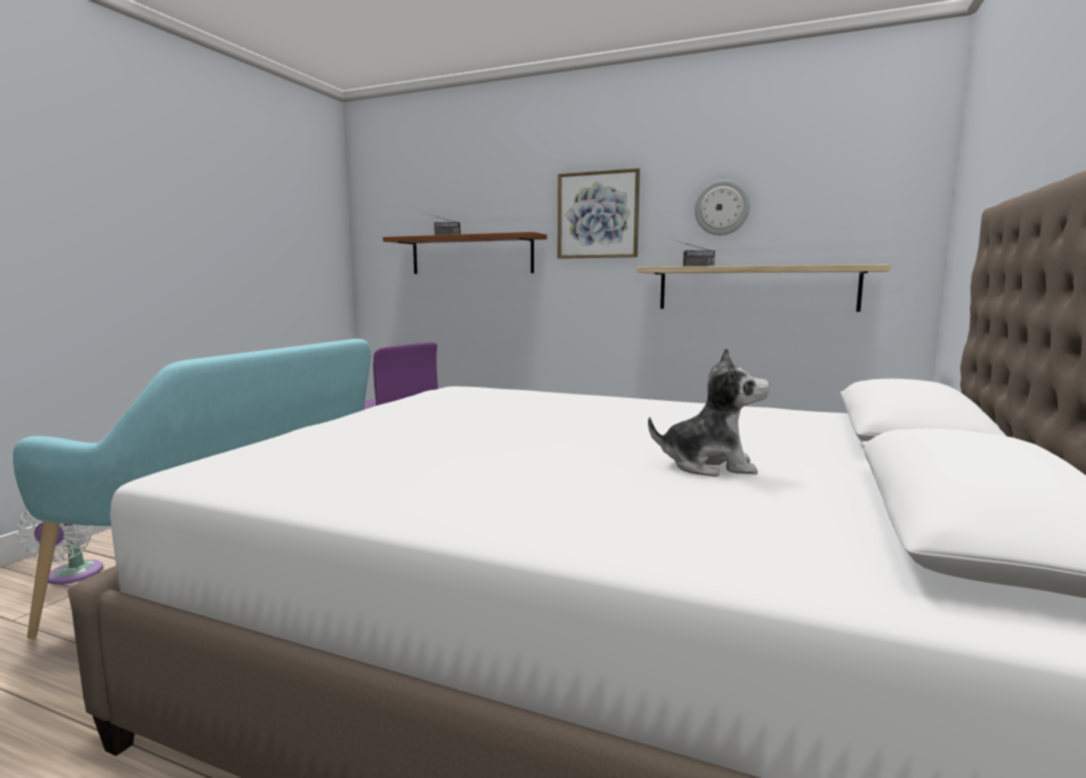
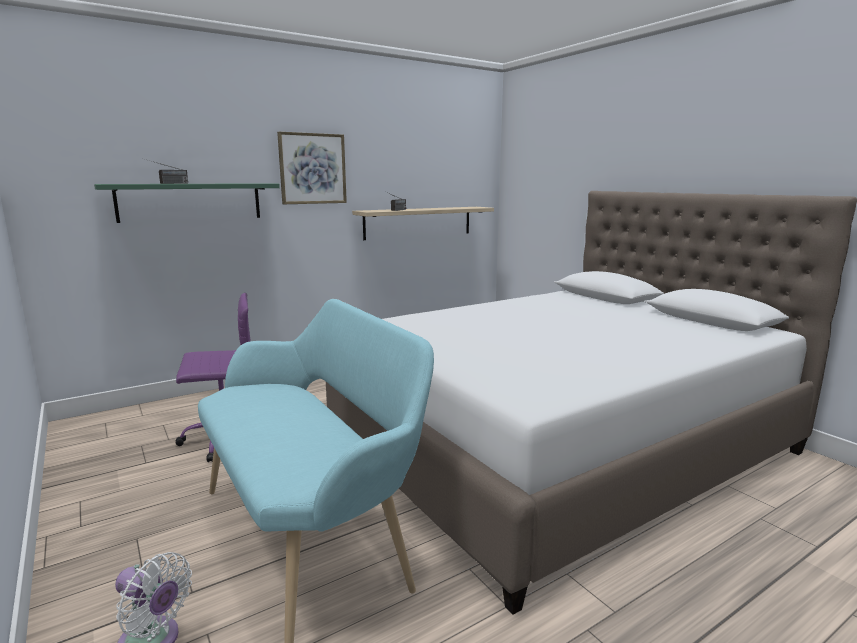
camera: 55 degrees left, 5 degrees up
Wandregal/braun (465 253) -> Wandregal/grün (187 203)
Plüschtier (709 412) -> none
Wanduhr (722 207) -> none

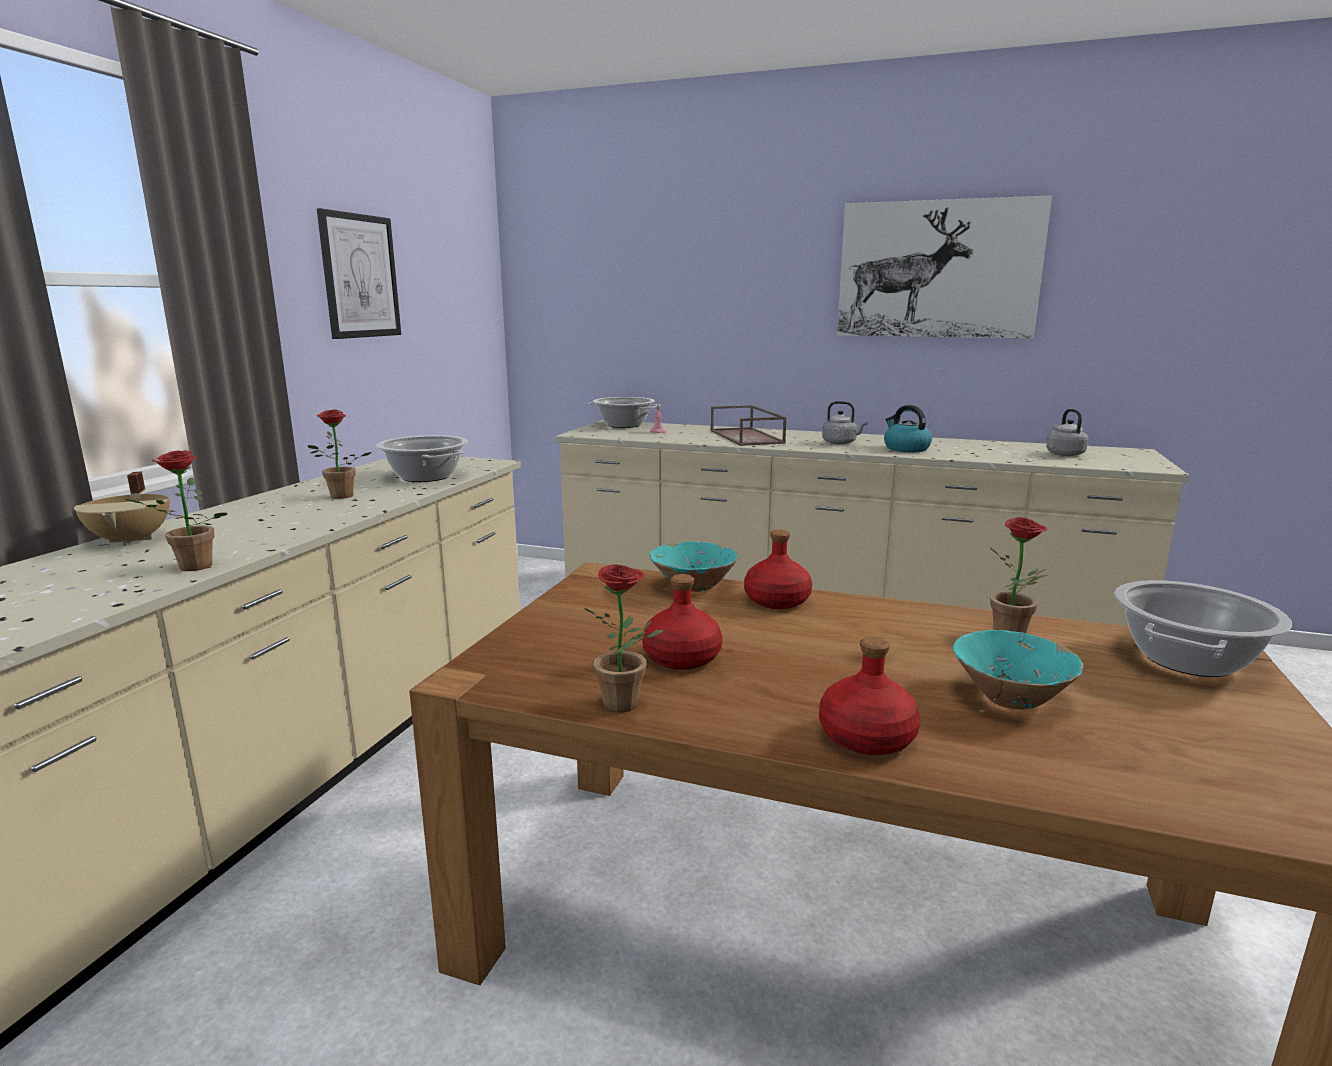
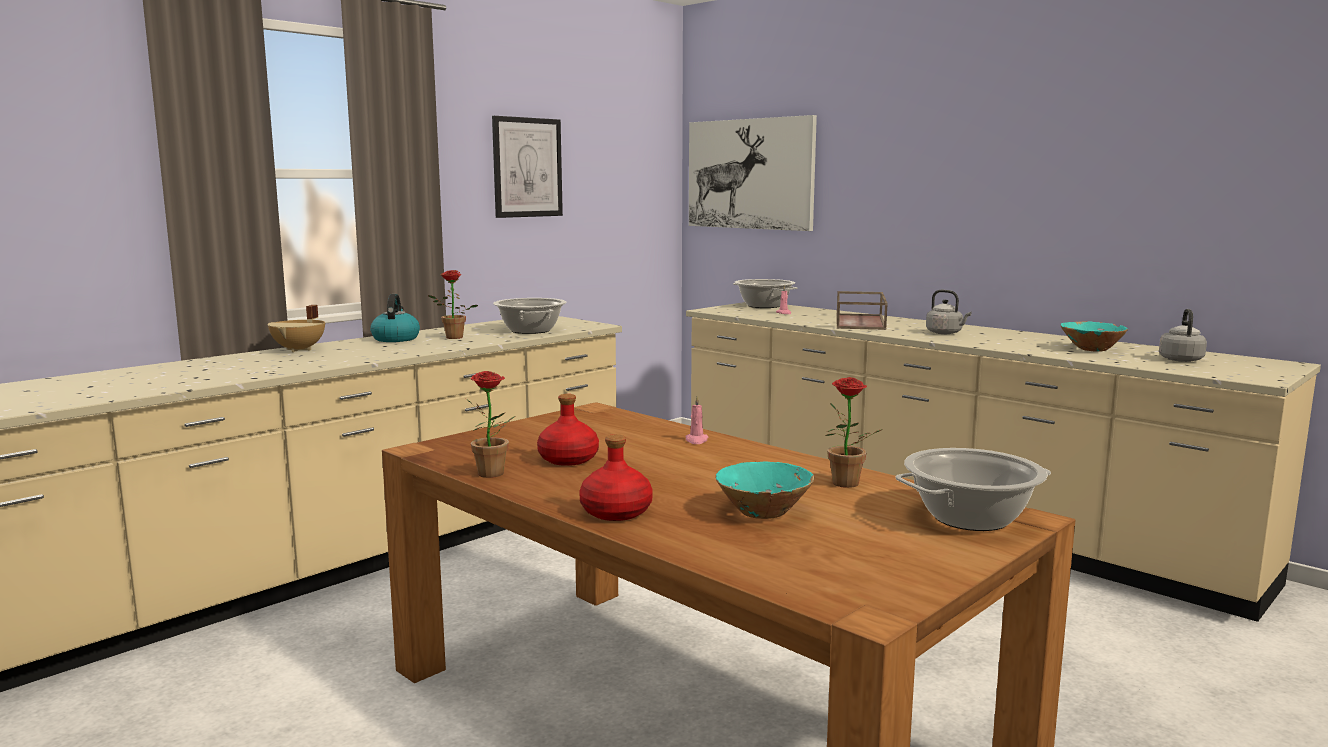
camera: 25 degrees right, 5 degrees down
Topfpflanze (176 510) -> none
Schüssel/türkis (694 566) -> Schüssel/türkis (1094 336), relocated
Flasche/rot (778 569) -> Kerze/rosa (697 420)
Bild (944 267) -> Bild (753 173), relocated
Wasserkessel (908 428) -> Wasserkessel (395 318), relocated

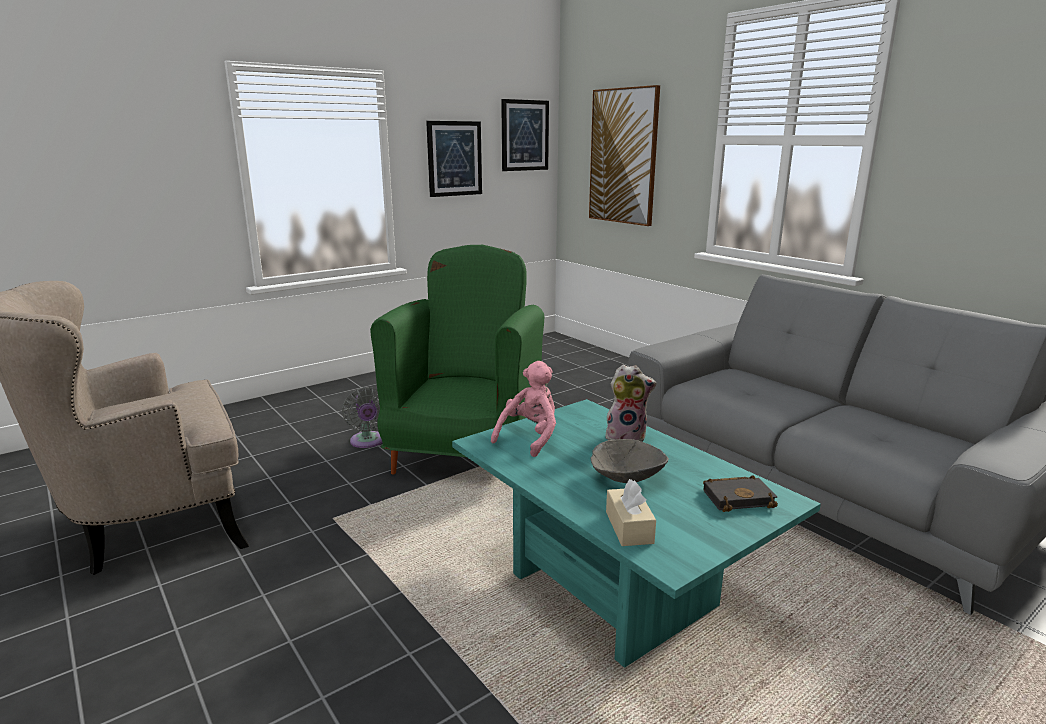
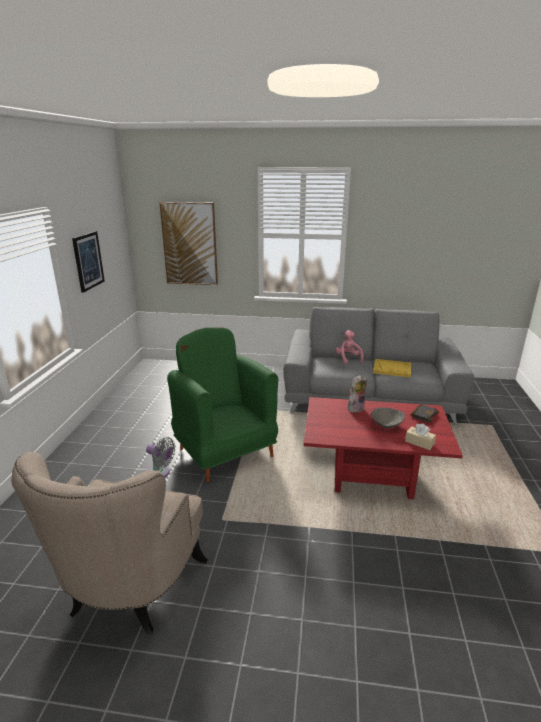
camera: 45 degrees left, 5 degrees up
Couchtisch/türkis (636 533) -> Couchtisch/rot (383 448)
Plüschtier/rosa (523 409) -> Plüschtier/rosa (350 347), relocated
Bild (525 135) -> none
none -> Tablett/gelb (392 368)

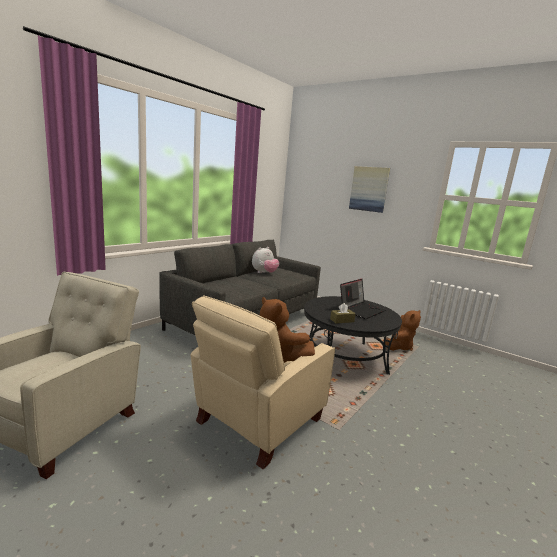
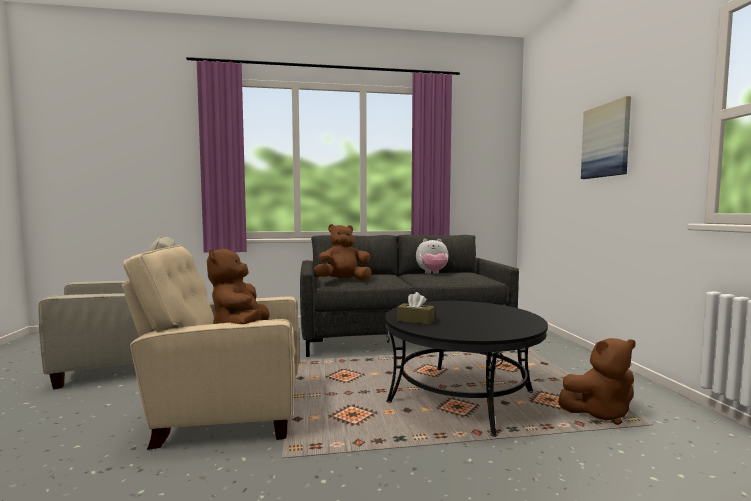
camera: 45 degrees right, 10 degrees down
Laptop (363 299) -> none
none -> Plüschtier/braun (343 252)

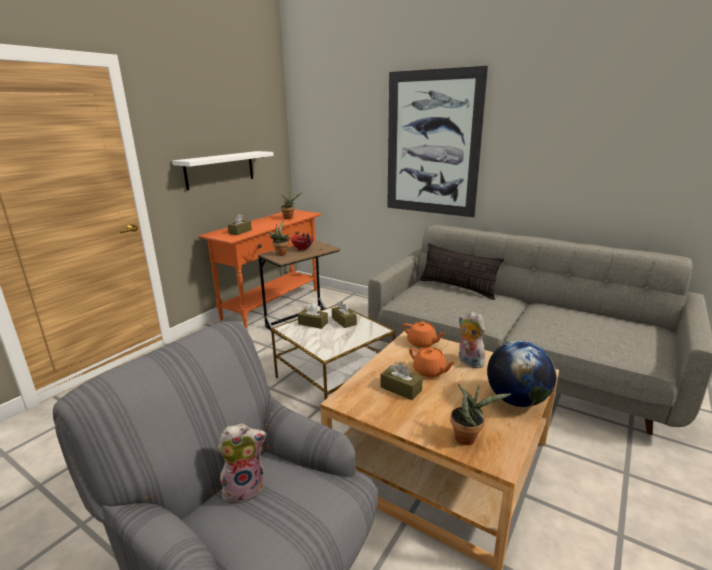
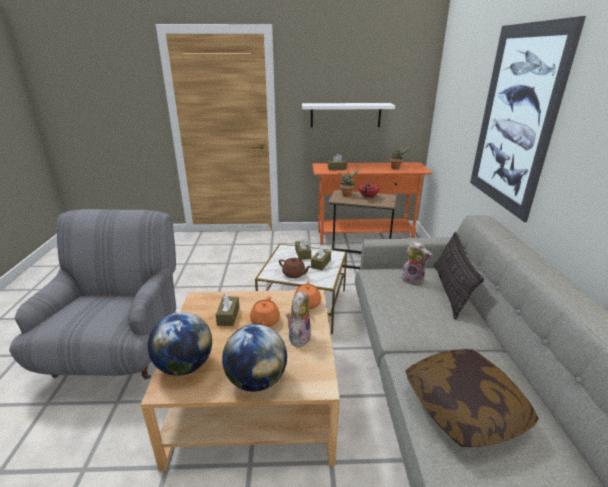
camera: 55 degrees right, 5 degrees up
Plüschtier (242 463) -> Plüschtier (416 263), relocated
Topfpflanze (481 414) -> Globus (180 344)
none -> Teekanne/braun (295 268)
none -> Kissen (472 398)

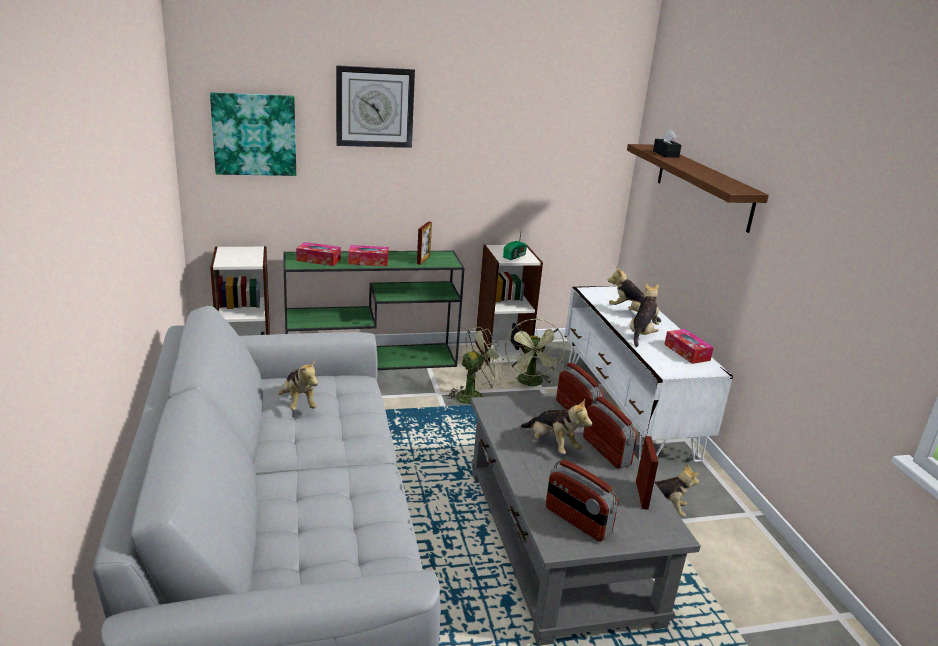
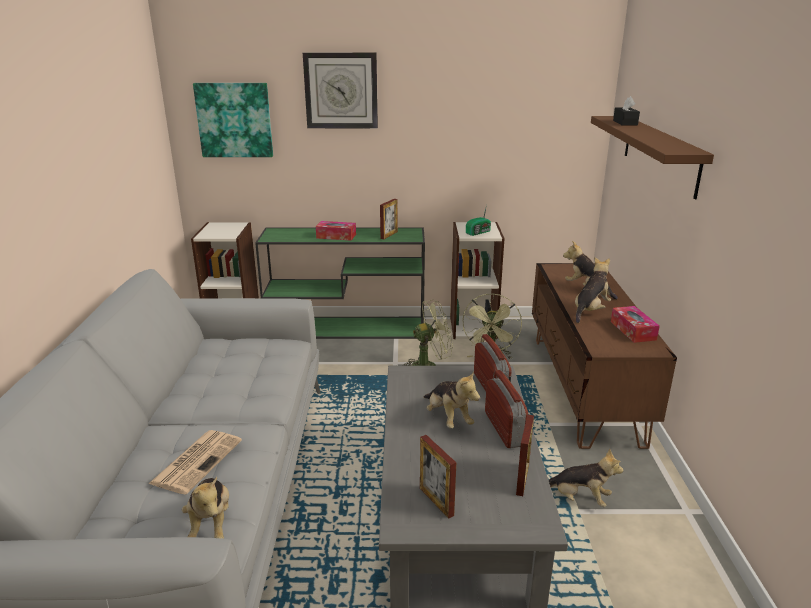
camera: 15 degrees right, 0 degrees up
Plüschtier (298 385) -> Plüschtier (205 508), relocated
Taschentuchbox (318 254) -> none
Radio (582 500) -> Bilderrahmen (438 477)
Fernsehschrank/weiß (649 374) -> Fernsehschrank/braun (604 356)
none -> Zeitung (195 462)

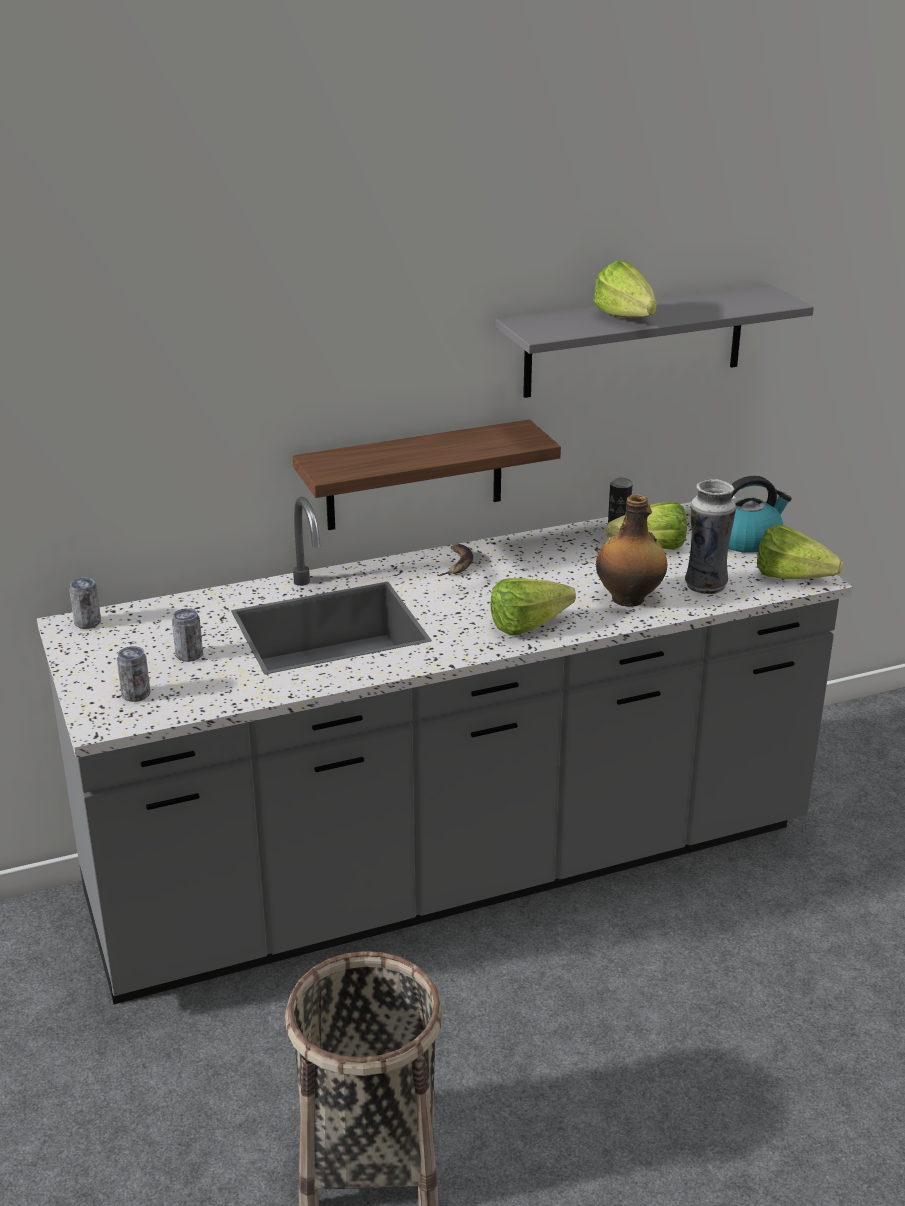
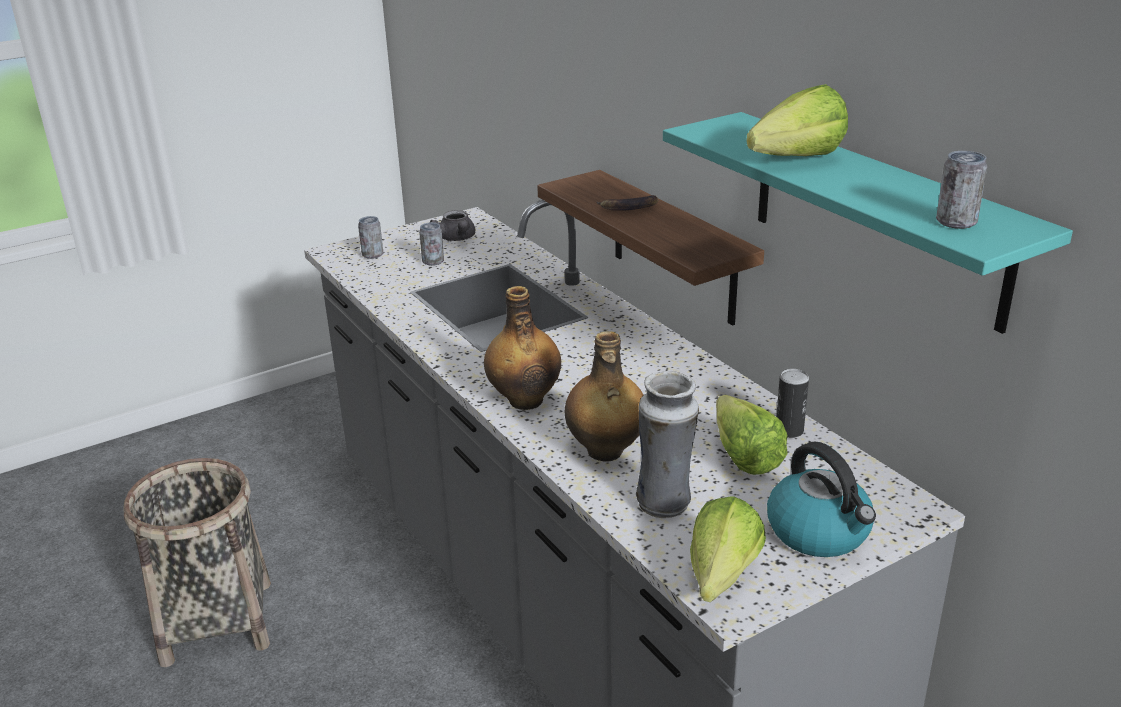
camera: 80 degrees right, 0 degrees up
Dose (85 603) -> Dose (961 190), relocated
Banane (455 560) -> Banane (627 203), relocated
Salatkopf (533 607) -> Flasche (522 348)
Wandregal/grau (654 341) -> Wandregal/türkis (868 223)
none -> Teekanne/grau (452 225)

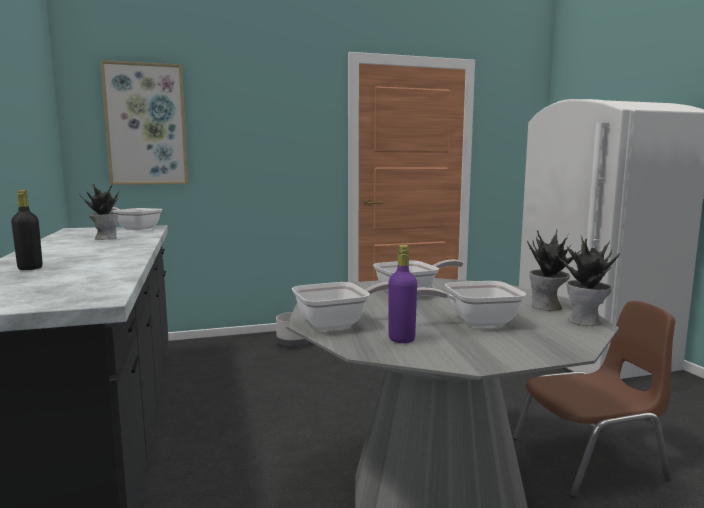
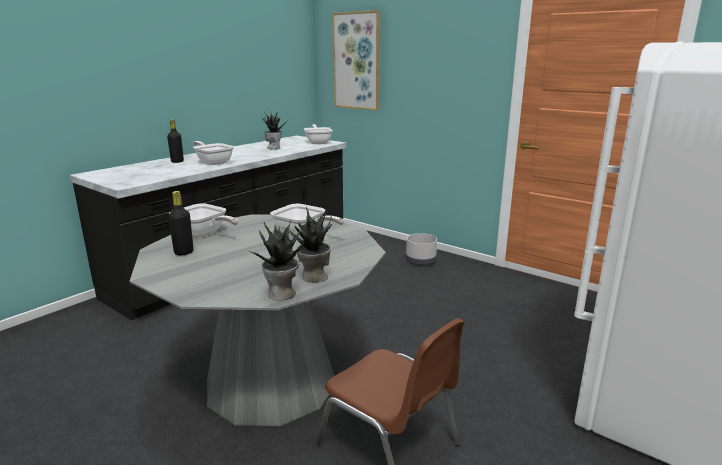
camera: 55 degrees right, 10 degrees up
Flasche/lila (402 294) -> Flasche/schwarz (180 223)
Pfanne (471 304) -> Pfanne (213 153), relocated

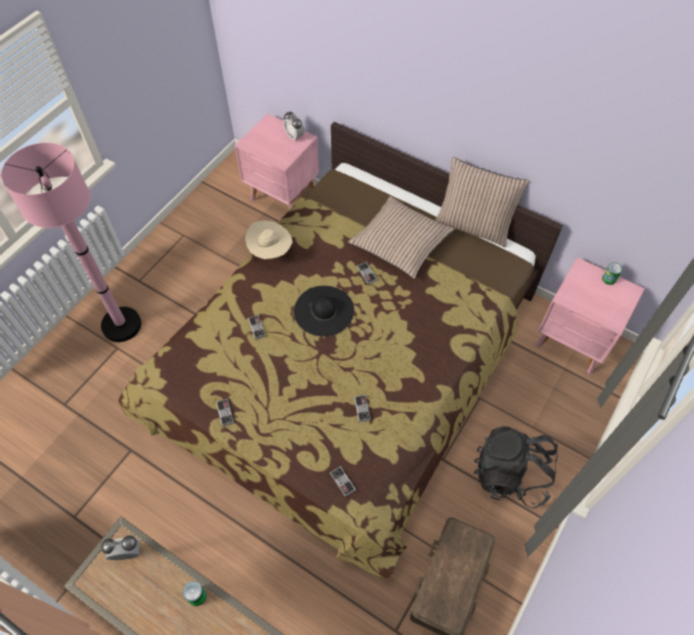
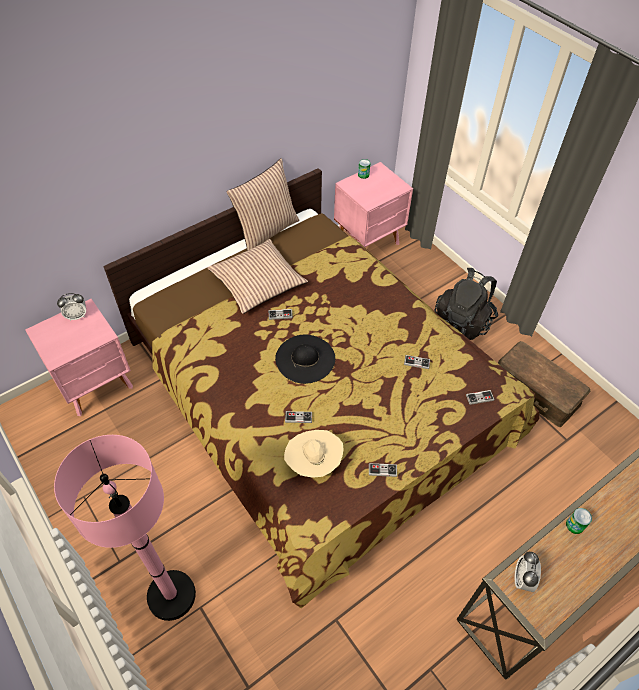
camera: 70 degrees left, 5 degrees down
Hut/beige (268 240) -> Hut/beige (314 454), relocated

